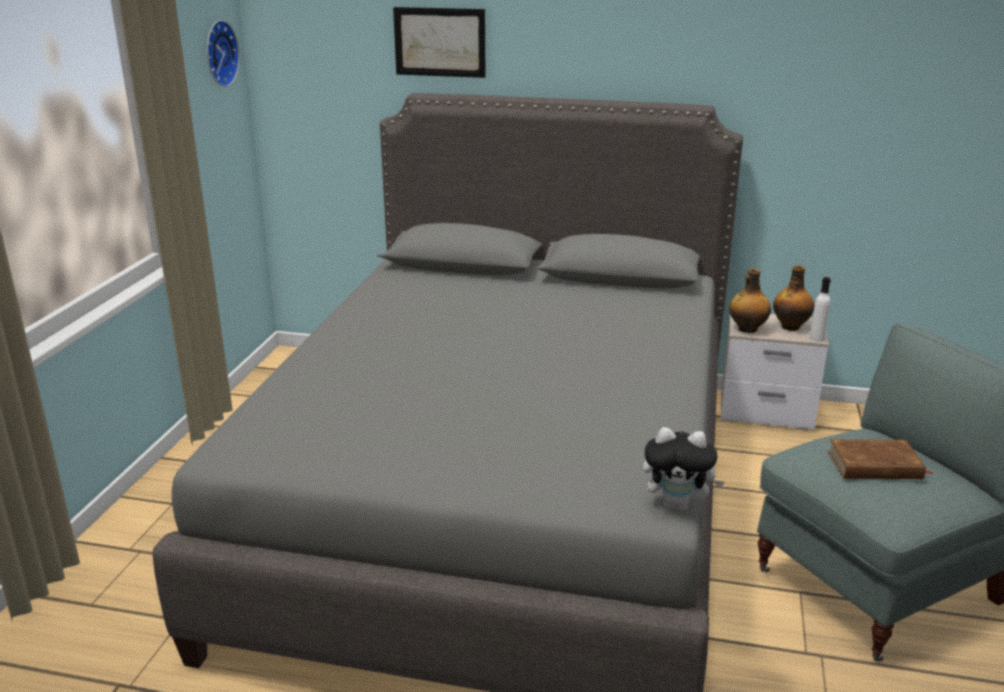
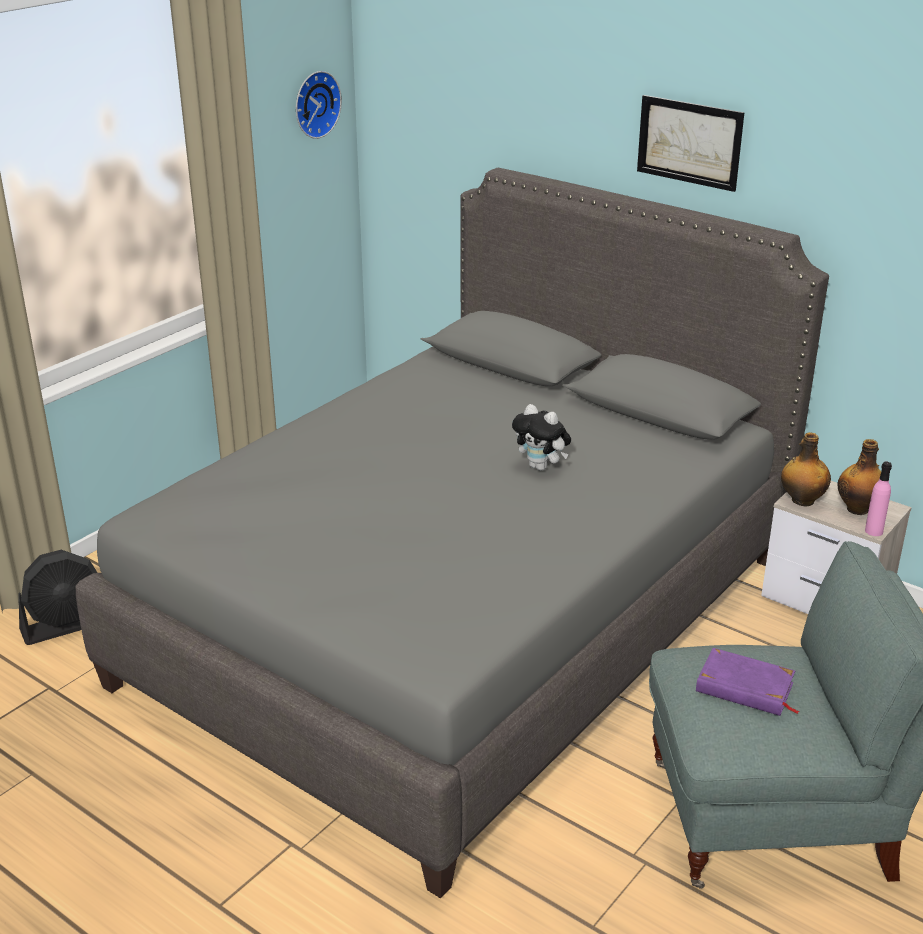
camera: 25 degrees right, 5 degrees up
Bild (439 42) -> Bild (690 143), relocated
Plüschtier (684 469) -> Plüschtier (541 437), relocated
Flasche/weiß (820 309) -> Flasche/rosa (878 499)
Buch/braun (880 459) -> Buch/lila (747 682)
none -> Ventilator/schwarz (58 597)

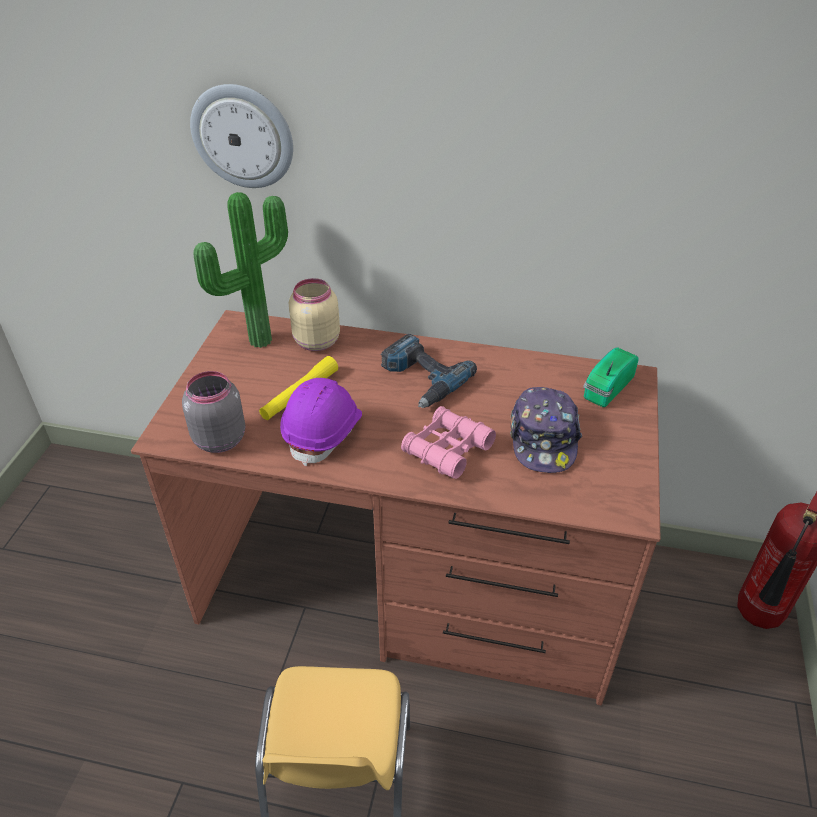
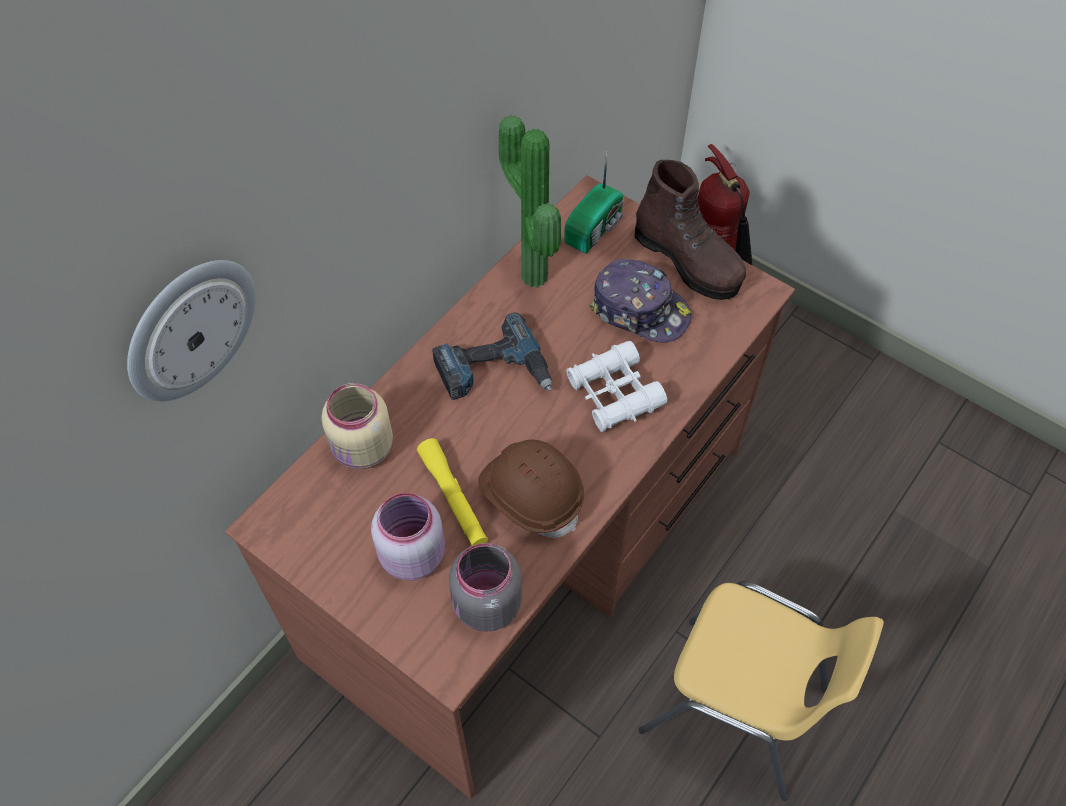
camera: 65 degrees left, 15 degrees up
Topfpflanze (240 270) -> Topfpflanze (530 201), relocated
Schutzhelm/lila (321 422) -> Schutzhelm/braun (531 489)
Fernglas/rosa (448 442) -> Fernglas/weiß (616 386)
Radio (610 377) -> Radio (594 202), 120 degrees counterclockwise
none -> Vorratsglas/rosa (408 536)
none -> Stiefel/braun (690 230)

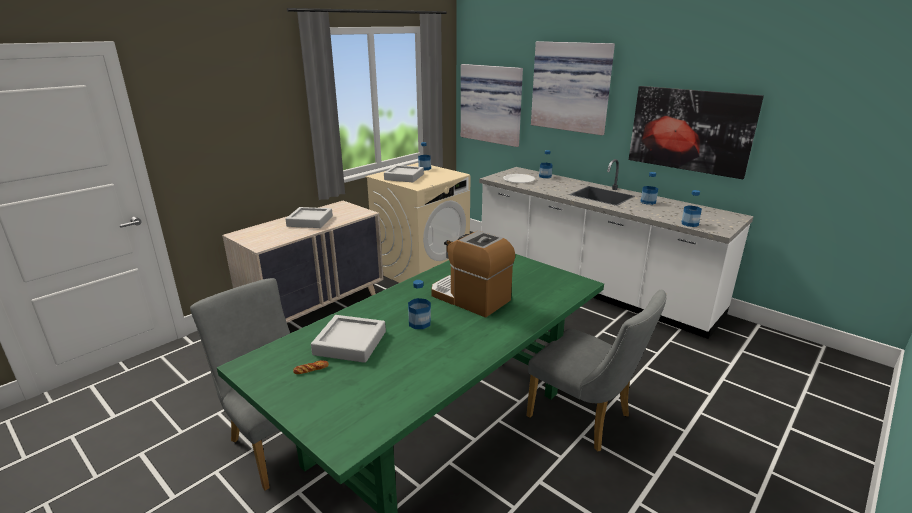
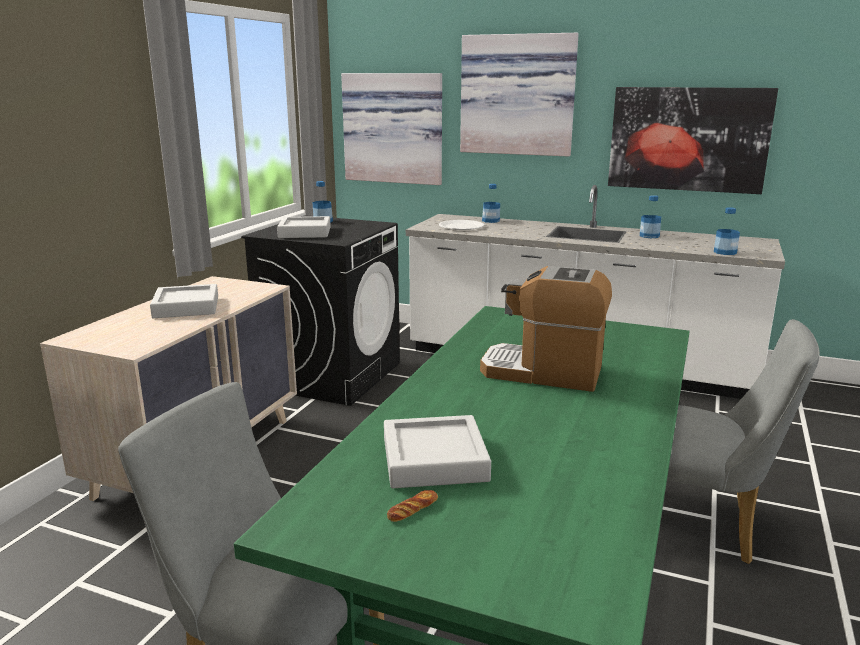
camera: 20 degrees left, 5 degrees down
Waschmaschine/beige (418 223) -> Waschmaschine/schwarz (320 310)
Flasche (419 304) -> none

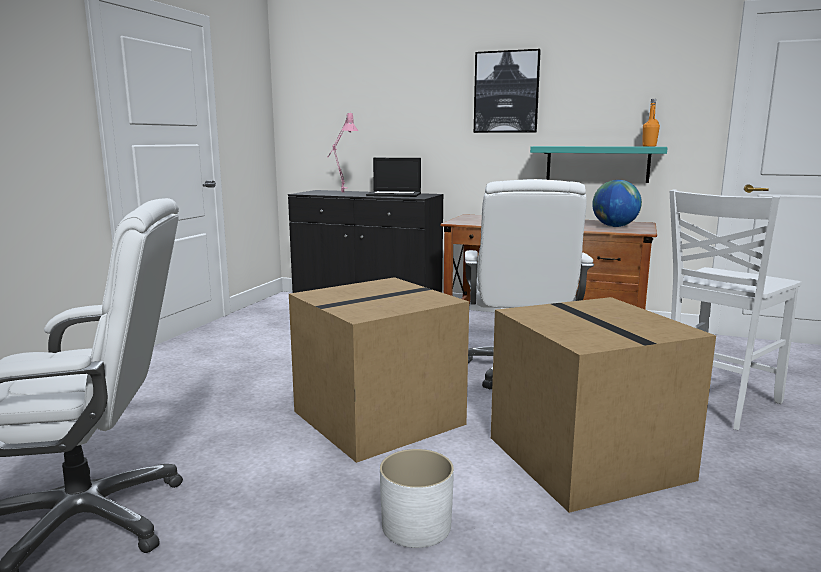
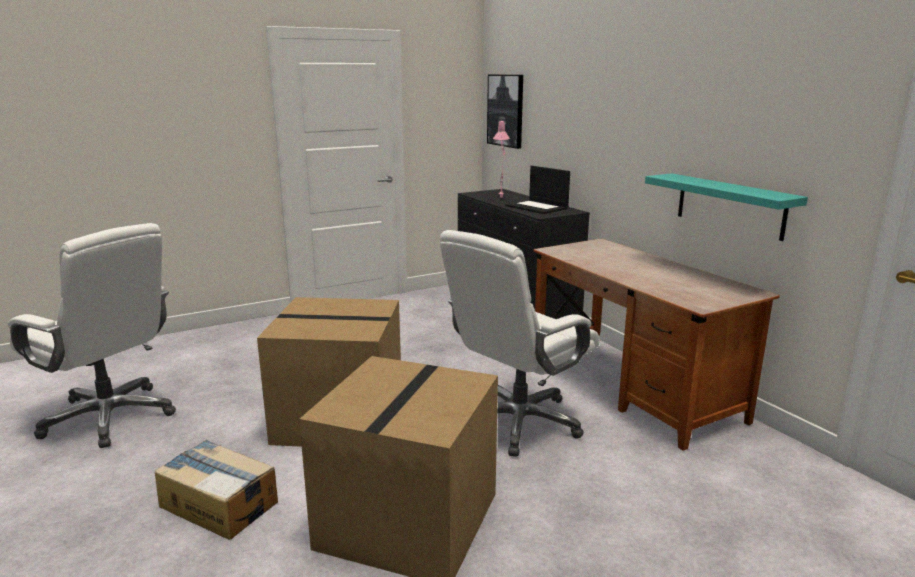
camera: 40 degrees right, 5 degrees up
Pflanzkübel/weiß (417 498) -> Karton (216 490)
Bild (507 91) -> Bild (505 111), relocated
Globus (617 203) -> none
Flasche/orange (651 122) -> none
Stuhl/weiß (736 310) -> none

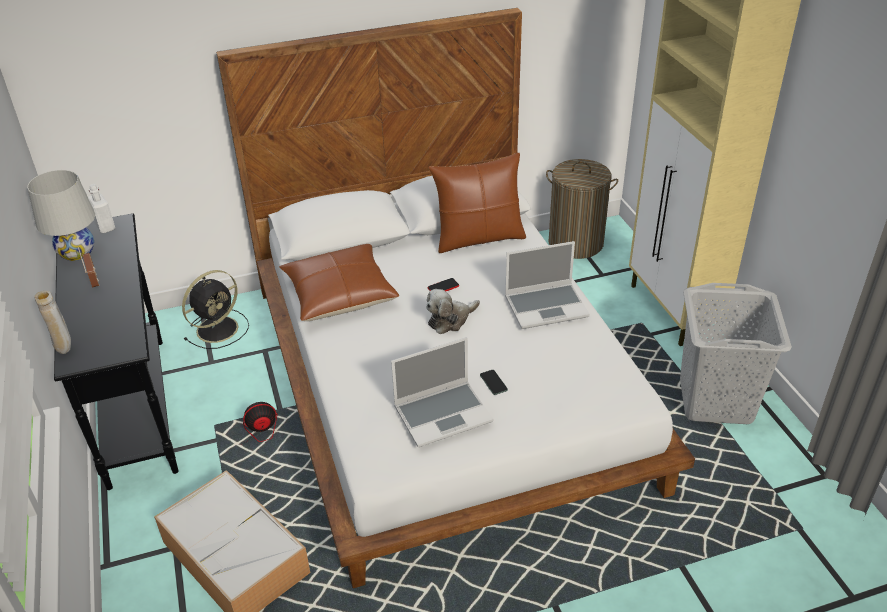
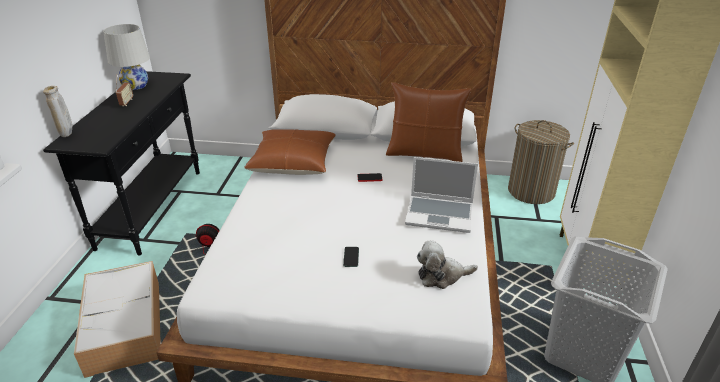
camera: 25 degrees right, 5 degrees down
Flasche/weiß (101 208) -> none
Ventilator/schwarz (215 309) -> none
Laptop (442 392) -> none
Plüschtier (453 311) -> Plüschtier (447 264), relocated

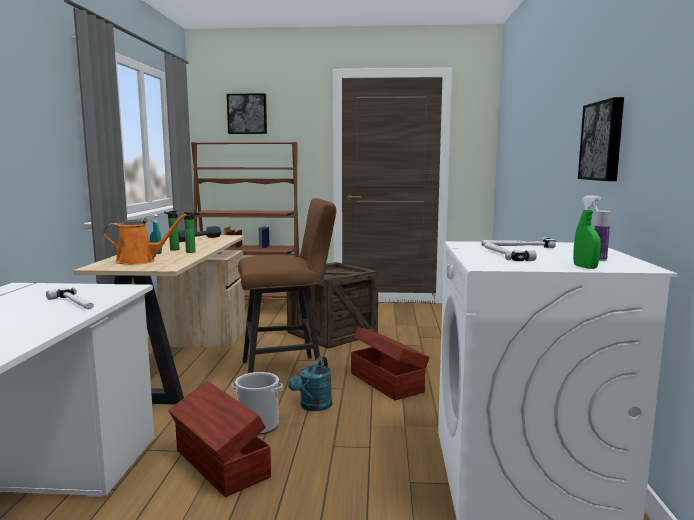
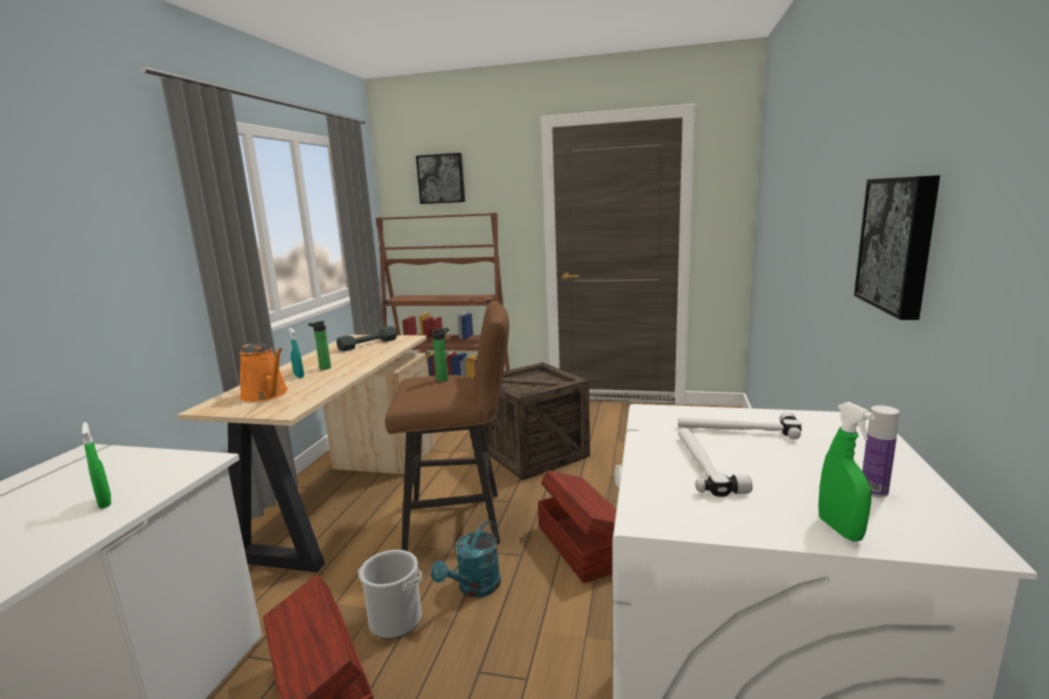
camera: 10 degrees right, 5 degrees up
Hammer (70 298) -> Sprühflasche/grün (96 465)
Gießkanne/orange (145 239) -> Gießkanne/orange (264 372), 45 degrees clockwise
Flasche (191 232) -> Flasche (440 355), relocated

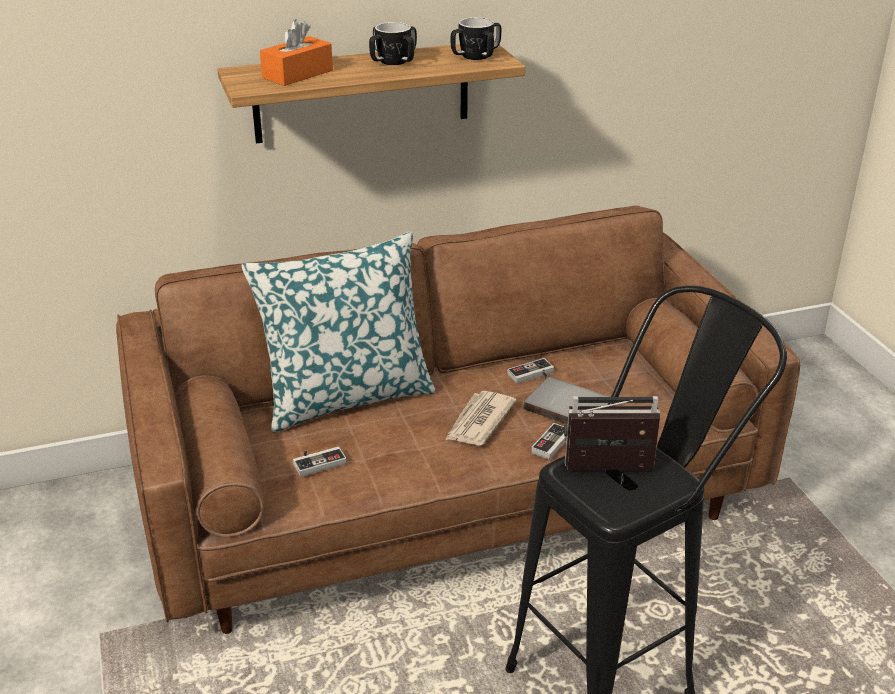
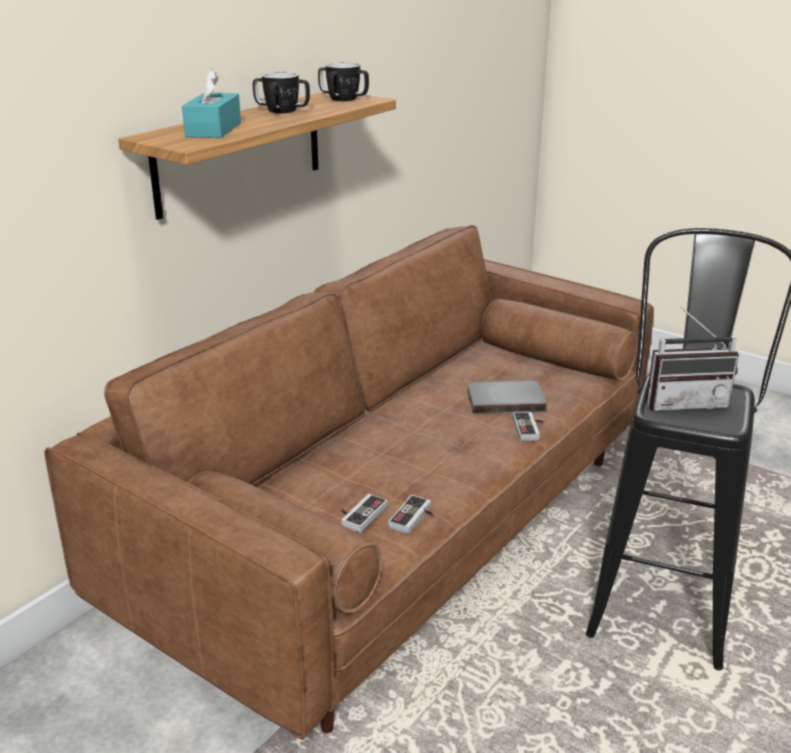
camera: 35 degrees left, 5 degrees down
Kissen (338 332) -> none
Taschentuchbox/orange (296 52) -> Taschentuchbox/türkis (211 103)
Zeitung (480 418) -> none
Gamepad (530 371) -> Gamepad (411 514), relocated
Radio (612 433) -> Radio (692 359), 150 degrees counterclockwise

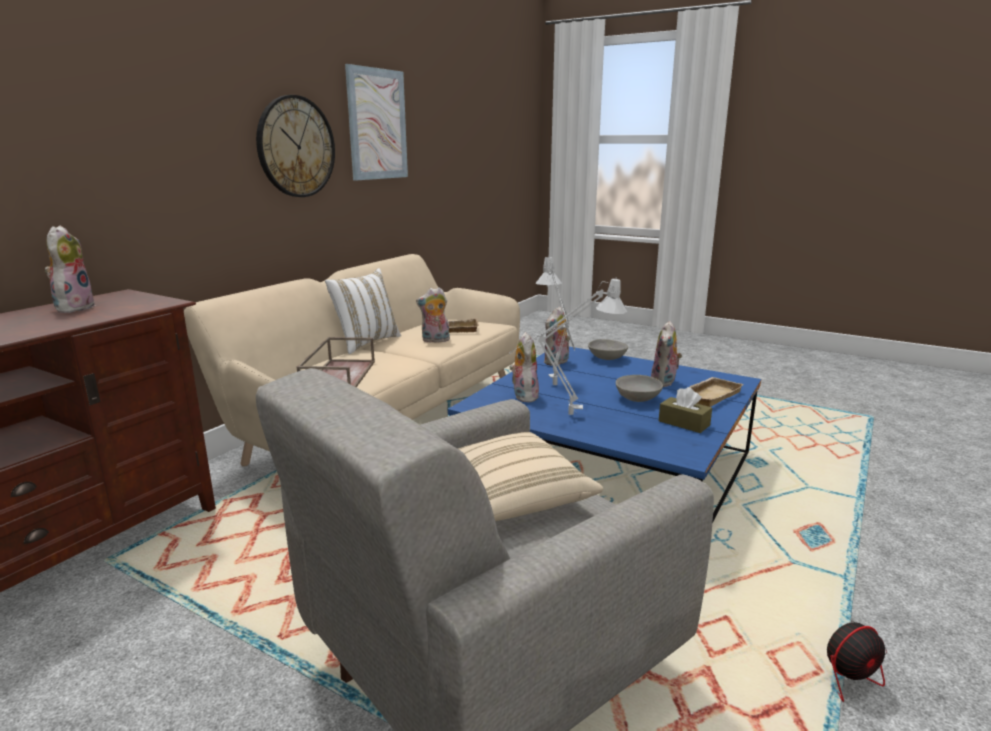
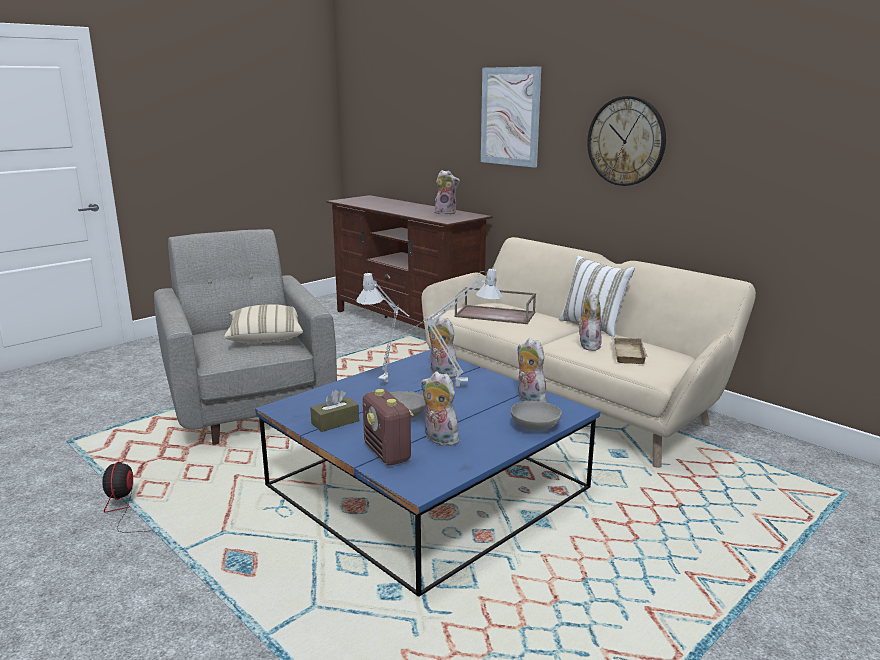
camera: 105 degrees right, 0 degrees up
Bild (376 122) -> Bild (511 117), relocated
Plüschtier (524 367) -> Plüschtier (443 347), 150 degrees counterclockwise
Tablett/beige (717 392) -> Radio (388 427)

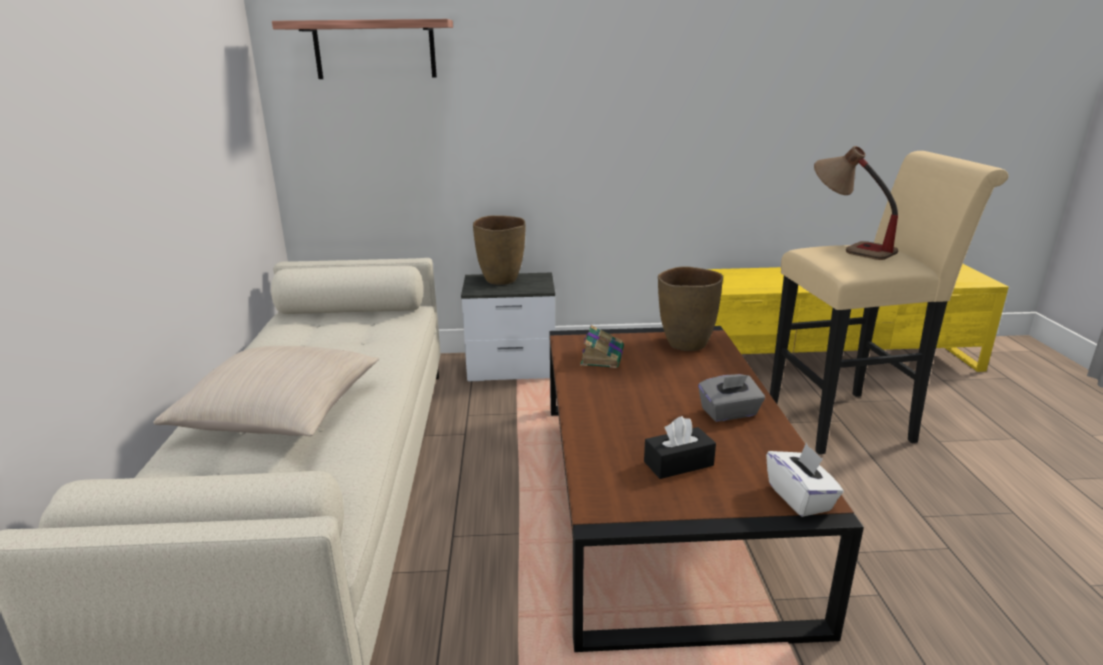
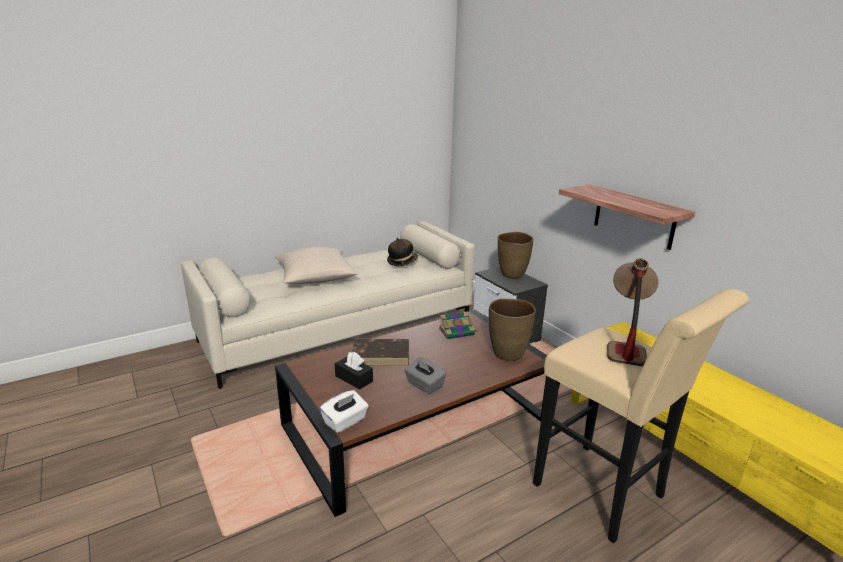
camera: 60 degrees right, 0 degrees up
Wandregal (362 49) -> Wandregal (627 217), relocated
none -> Buch/braun (380 352)
none -> Hut (402 252)

